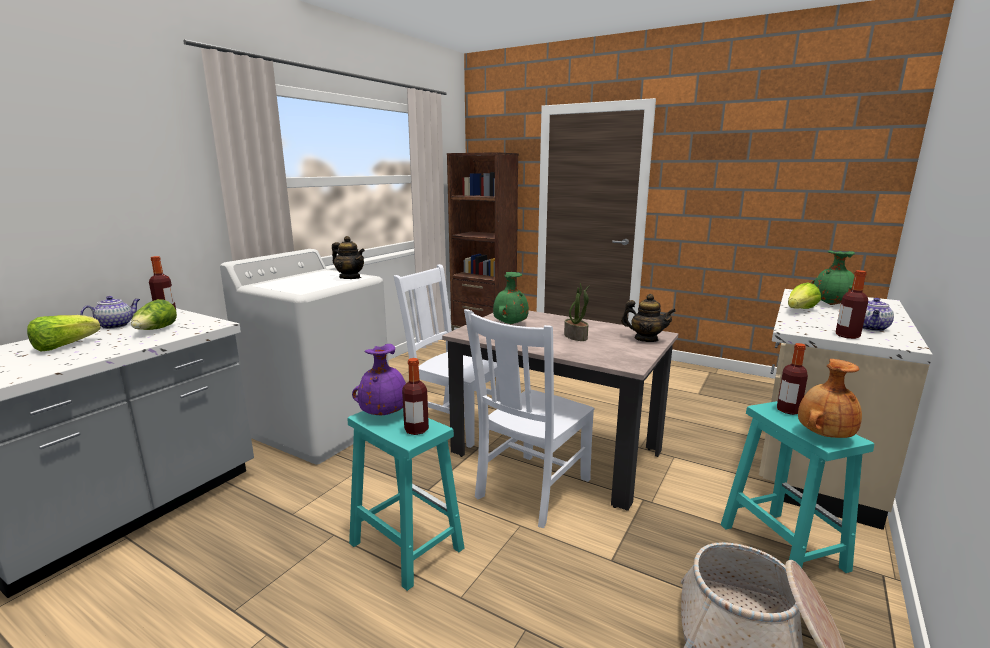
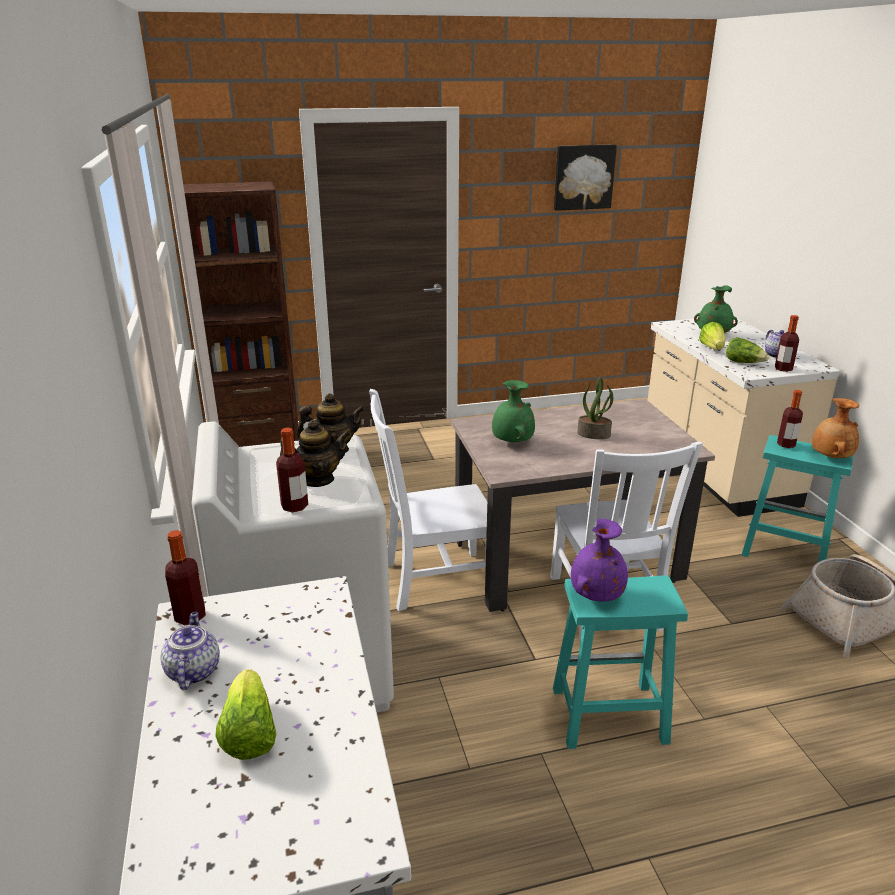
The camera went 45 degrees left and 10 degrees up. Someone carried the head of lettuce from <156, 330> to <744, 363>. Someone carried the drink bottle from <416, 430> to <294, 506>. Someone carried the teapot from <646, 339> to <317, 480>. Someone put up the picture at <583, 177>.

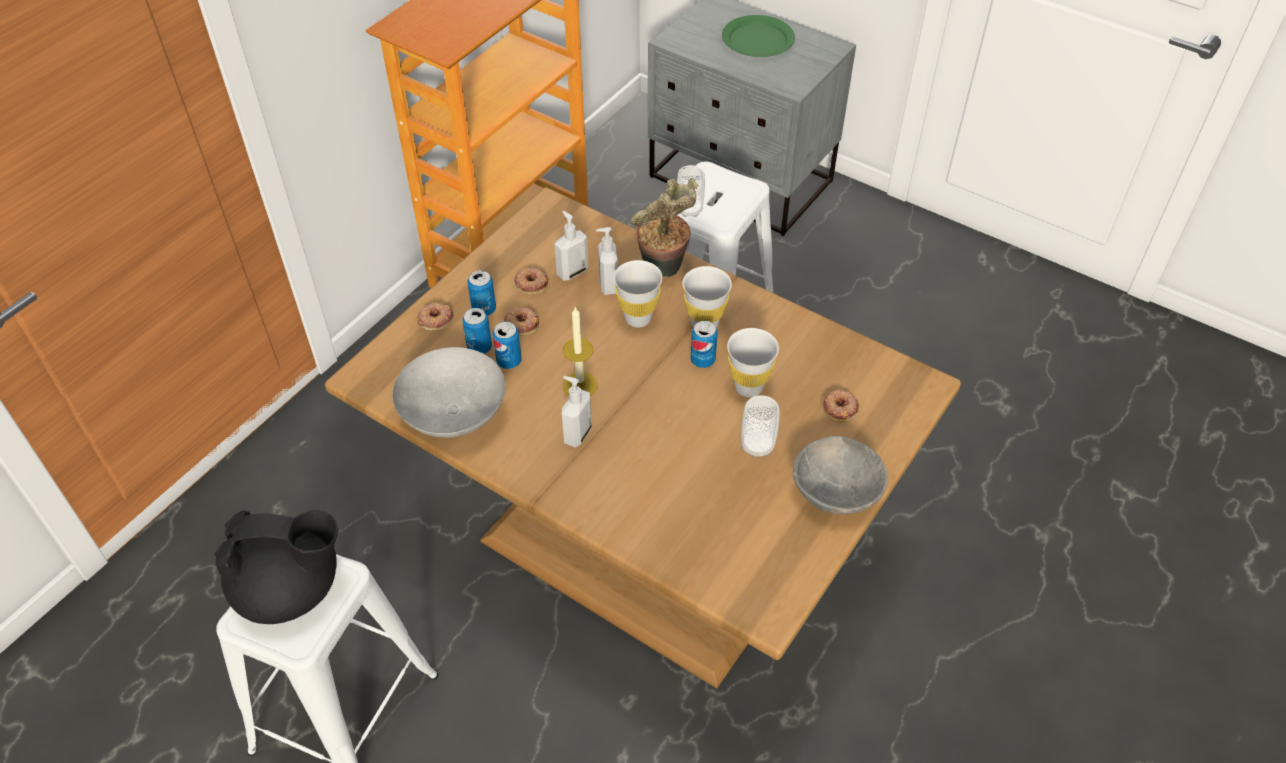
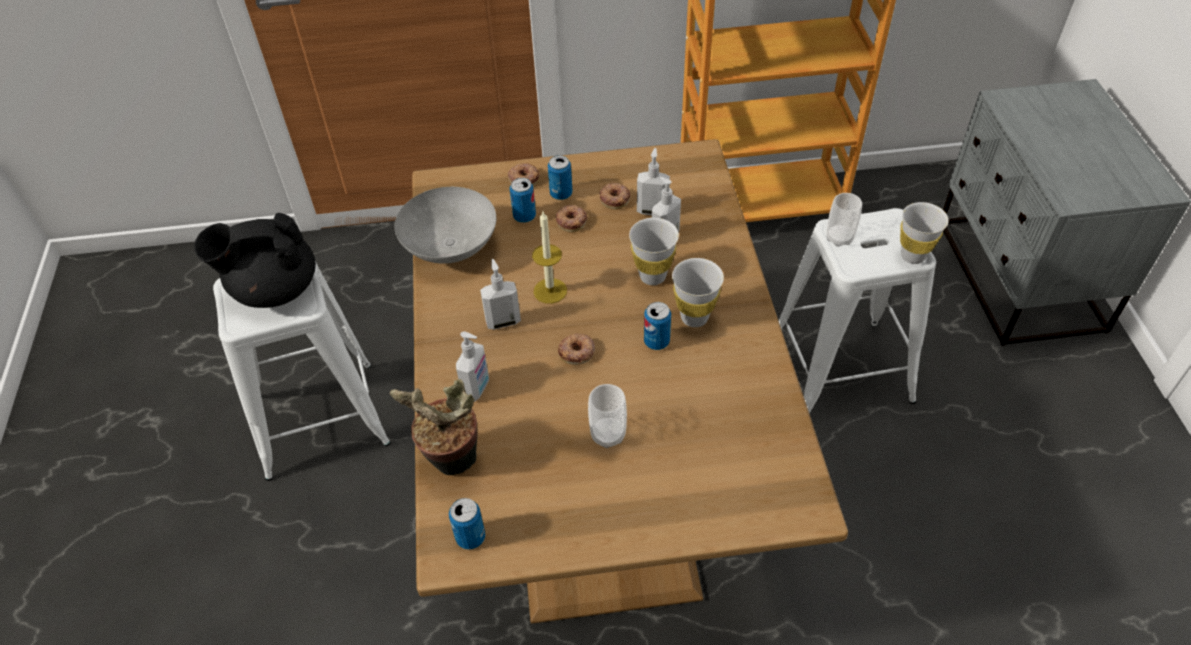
The camera went 50 degrees right and 0 degrees up. Someone rotated the teapot (black) at <291, 589> by 120 degrees clockwise. Someone carried the can from <509, 361> to <470, 537>. Someone carried the potted plant from <663, 270> to <451, 462>. Someone took away the dinner plate (green) at <757, 39>. Someone carried the drinking cup (whitish) from <748, 387> to <912, 256>. Someone took away the deep dish (grey) at <837, 492>. Someone carried the donut from <840, 408> to <577, 352>. Someone put down the soap bottle at <477, 388>.

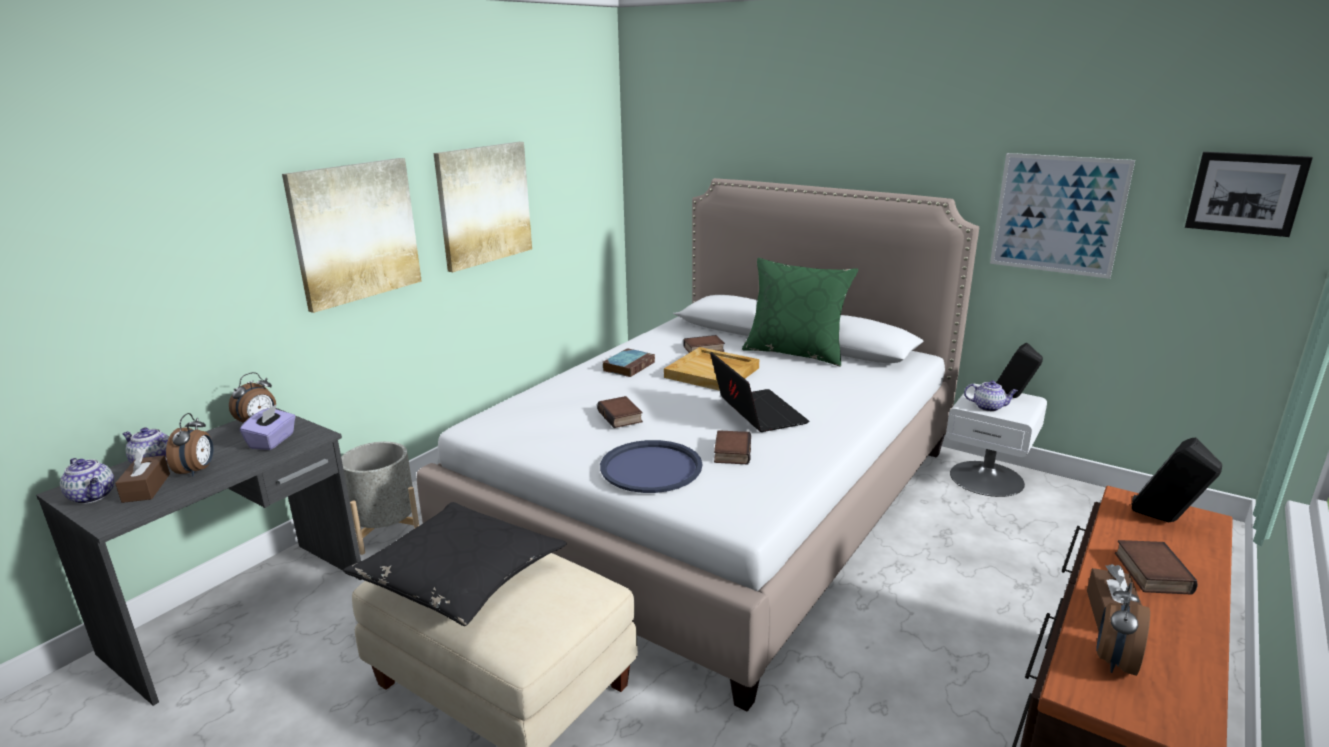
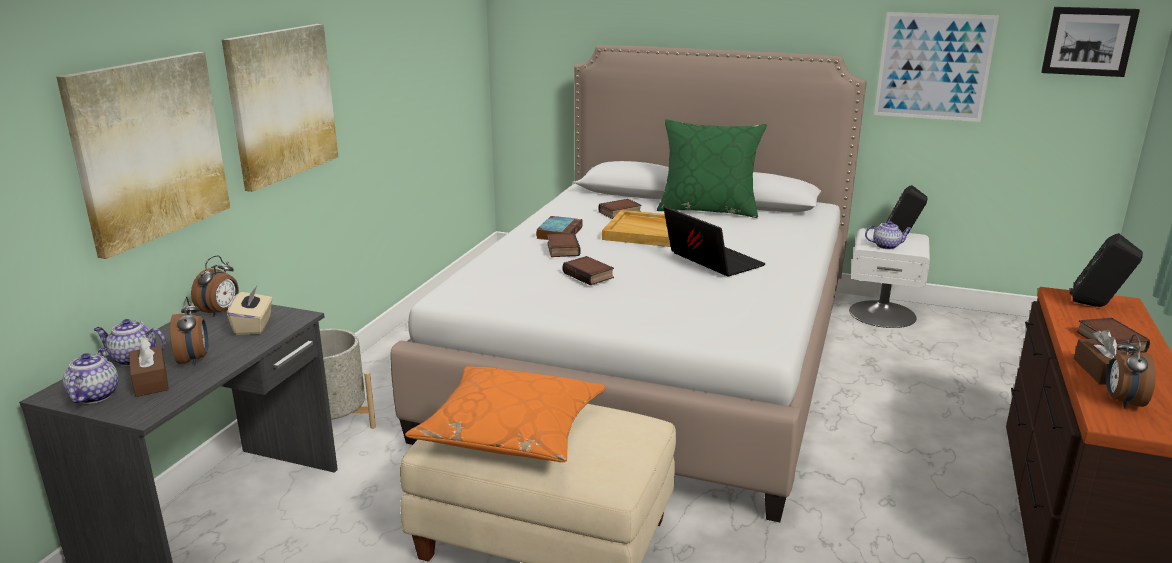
The camera went 15 degrees left and 0 degrees up. Someone rotated the teapot at <93, 496> by 120 degrees counterclockwise. Someone repainted the tissue box (purple-coloured) at <272, 441>, which became the tissue box (sand-coloured) at <254, 326>. Someone repainted the pillow (black) at <460, 576>, which became the pillow (orange) at <511, 430>. Someone carried the picture from <484, 204> to <149, 149>. Someone took away the tray (blue-coloured) at <651, 468>. Someone carried the bound book from <731, 452> to <562, 249>.

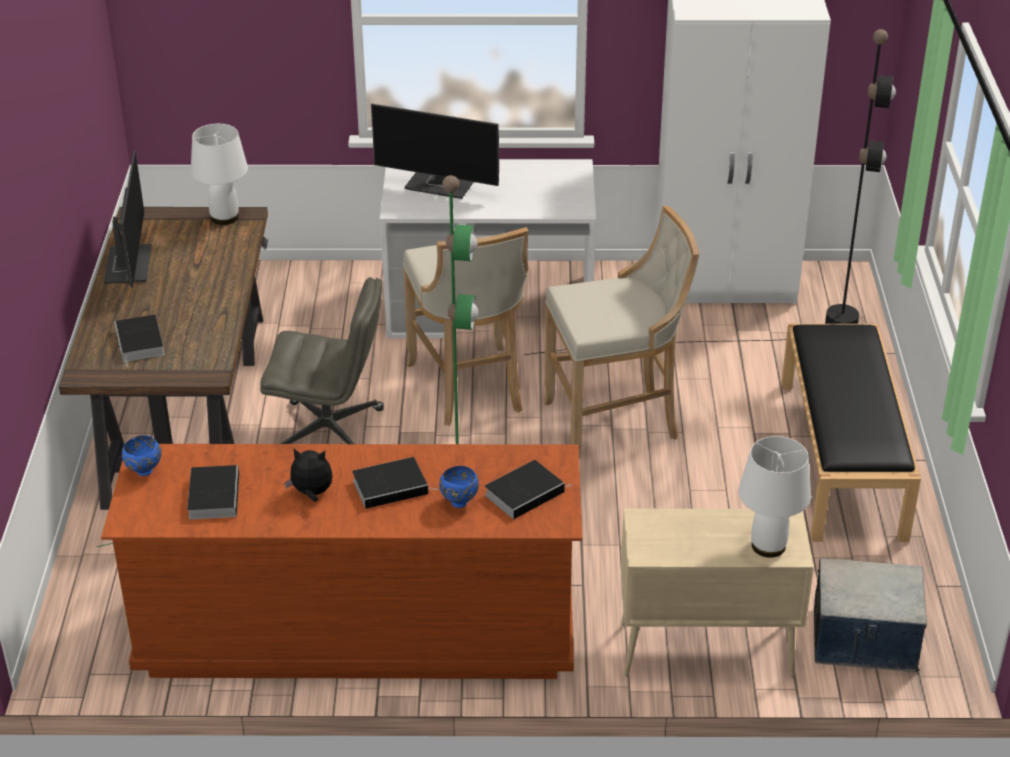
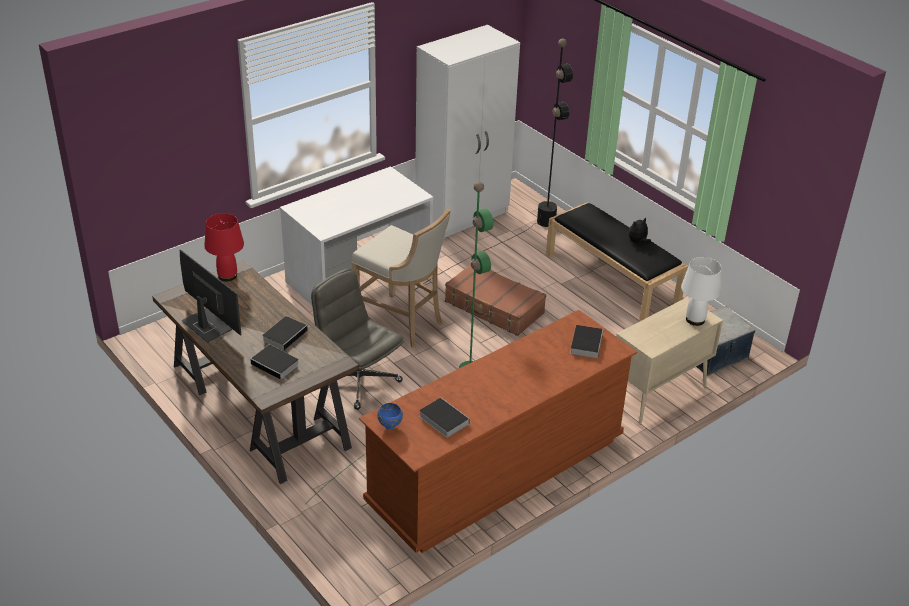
The camera went 40 degrees left and 0 degrees up. Someone repainted the table lamp (whitish) at <224, 217>, which became the table lamp (red-coloured) at <227, 275>. Someone rotated the desk chair (grey) at <330, 433> by 105 degrees counterclockwise. Someone carried the plush toy from <312, 493> to <637, 242>. Someone carried the bound book from <392, 486> to <285, 335>. Someone took away the monitor at <441, 185>. Someone took away the deep dish (blue-coloured) at <459, 502>. Someone swapped the stool (sand-coloured) at <616, 423> for the travel case (brownish) at <494, 308>.

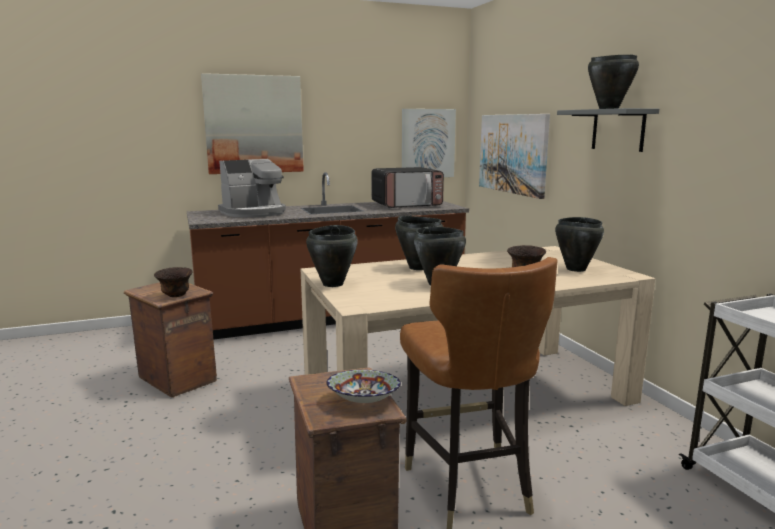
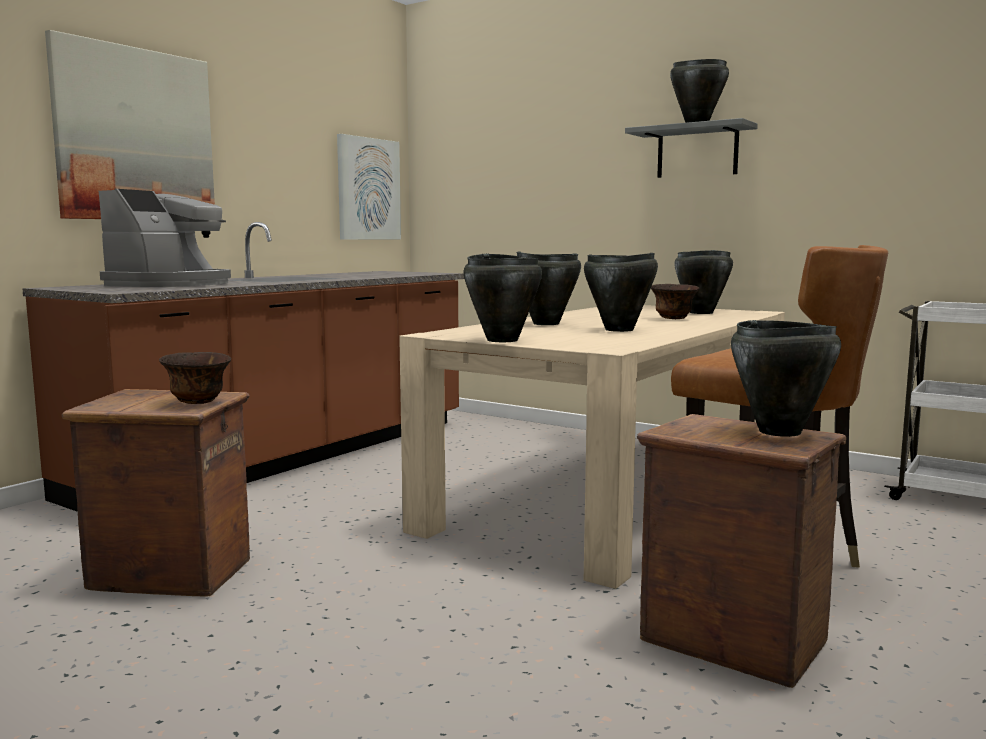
The camera went 35 degrees left and 5 degrees down. Someone swapped the deep dish at <363, 401> for the stockpot (black) at <779, 432>. Someone took away the microwave at <407, 205>. Someone took away the picture at <512, 153>.

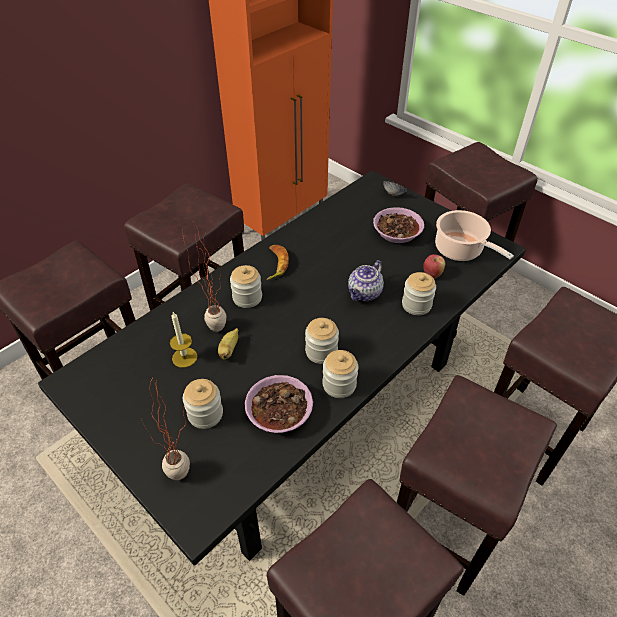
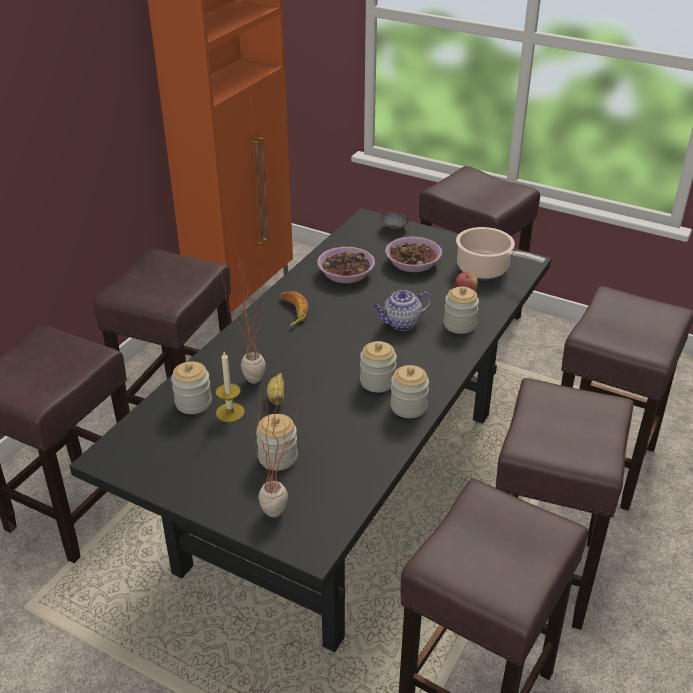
The camera went 15 degrees left and 10 degrees down. Someone carried the jar from <247, 298> to <193, 403>. Someone carried the deep dish from <279, 411> to <345, 273>. Someone rotated the teapot at <364, 294> by 45 degrees clockwise.

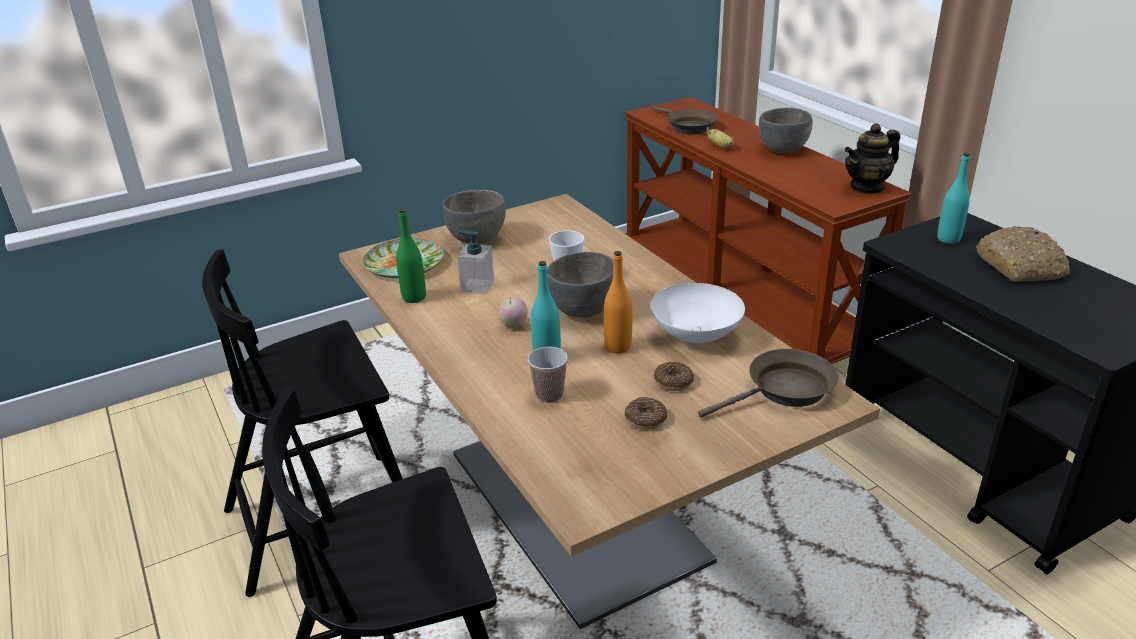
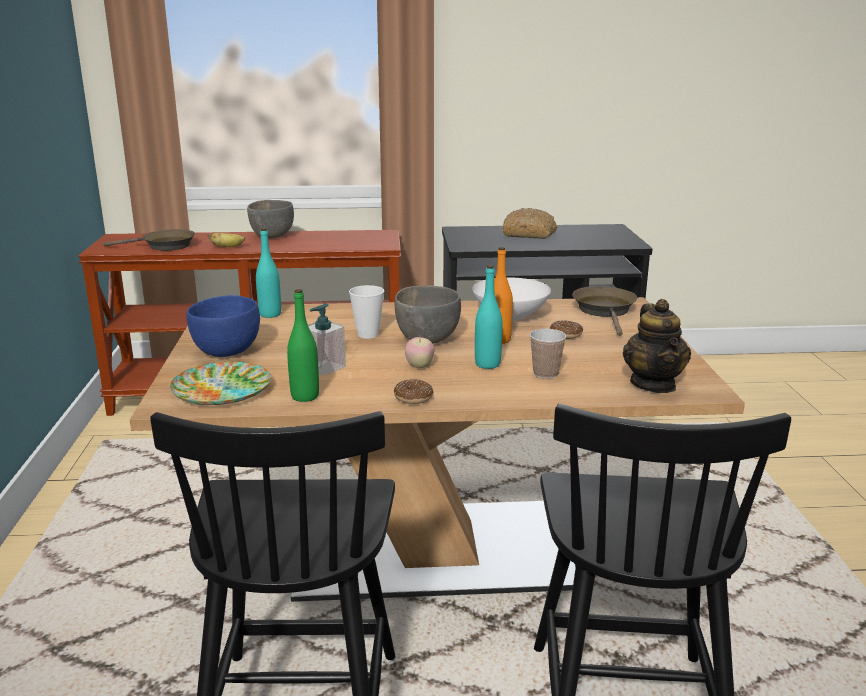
The camera went 65 degrees left and 10 degrees down. Someone repainted the deep dish (grey) at <477, 239>, which became the deep dish (blue-coloured) at <227, 352>. Someone carried the donut from <645, 419> to <413, 398>. Someone carried the teapot from <867, 187> to <653, 384>. Someone carried the drink bottle (blue-green) from <948, 239> to <270, 314>.

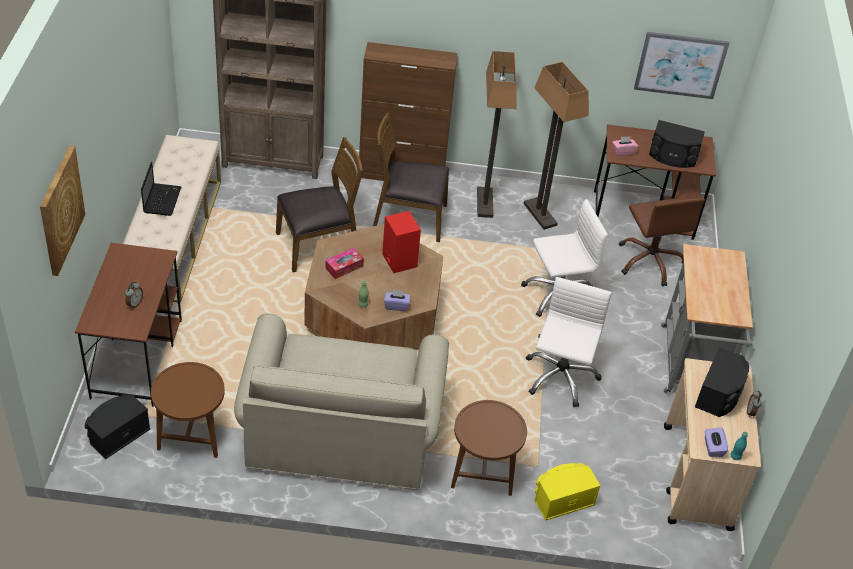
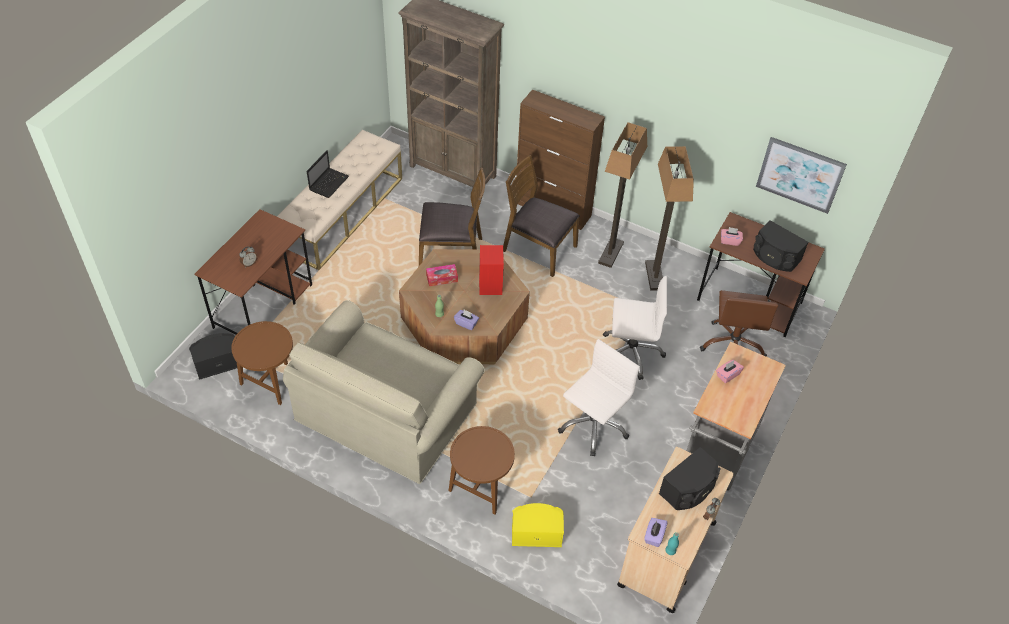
The camera went 25 degrees right and 5 degrees up. Someone took away the picture at <60, 210>. Someone put down the tissue box (pink-coloured) at <727, 375>.

